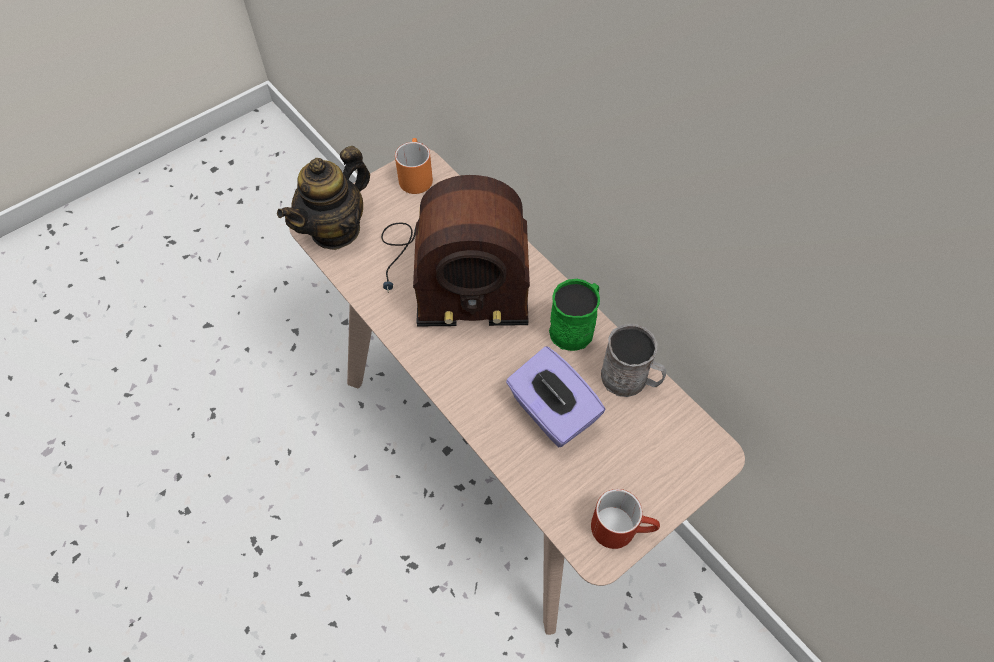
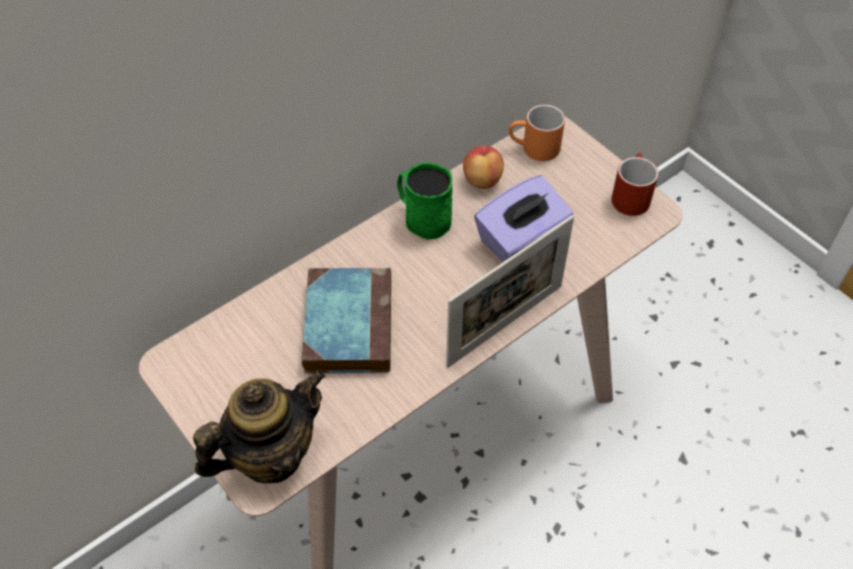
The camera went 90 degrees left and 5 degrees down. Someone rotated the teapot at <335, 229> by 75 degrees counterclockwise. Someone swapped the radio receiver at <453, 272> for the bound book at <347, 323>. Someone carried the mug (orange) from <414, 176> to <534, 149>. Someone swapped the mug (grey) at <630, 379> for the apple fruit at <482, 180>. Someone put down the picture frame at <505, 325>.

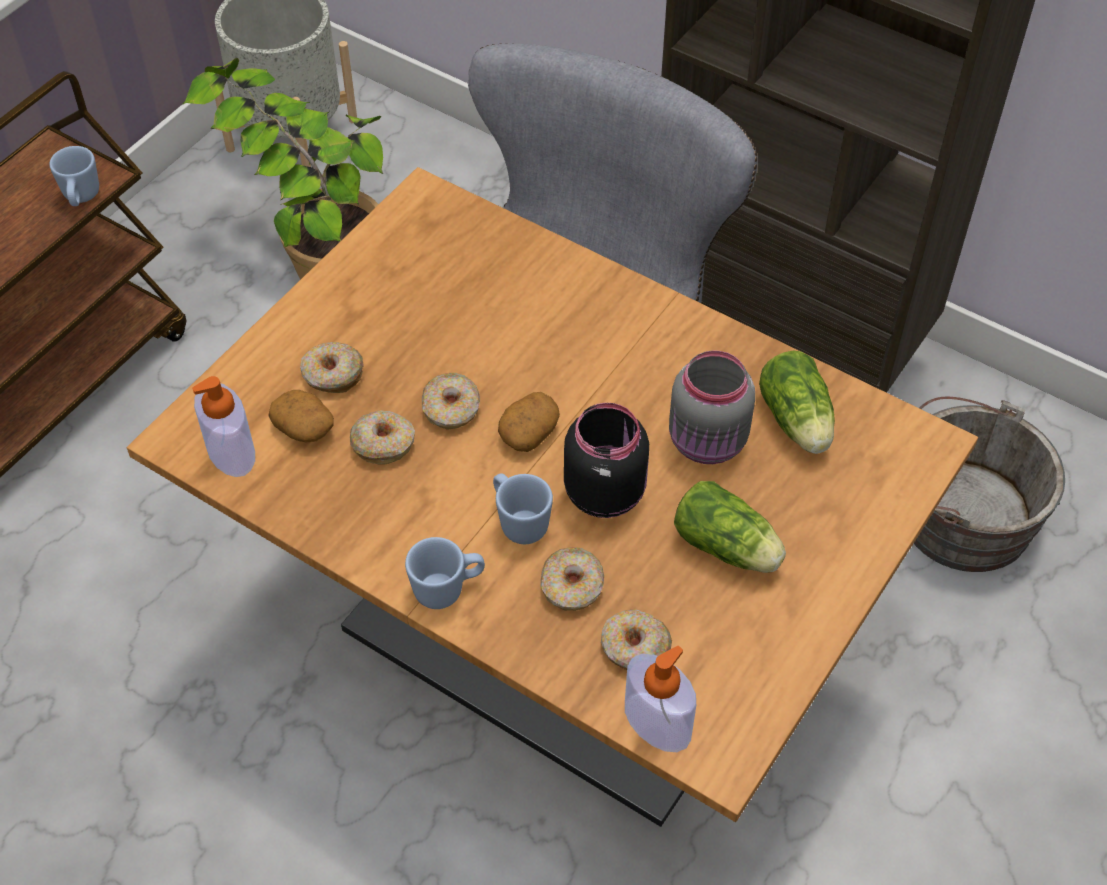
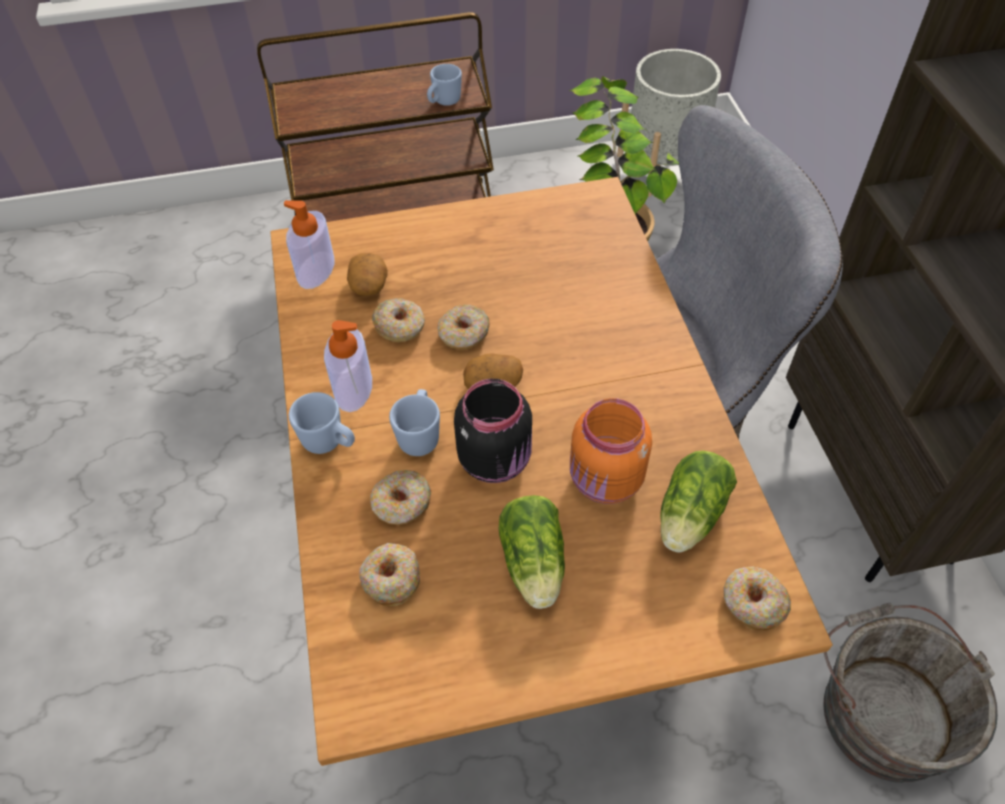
The camera went 45 degrees right and 0 degrees up. Someone carried the donut from <332, 375> to <752, 603>. Someone carried the soap bottle from <657, 722> to <353, 388>. Someone repainted the jar (grey) at <708, 443>, which became the jar (orange) at <605, 481>.

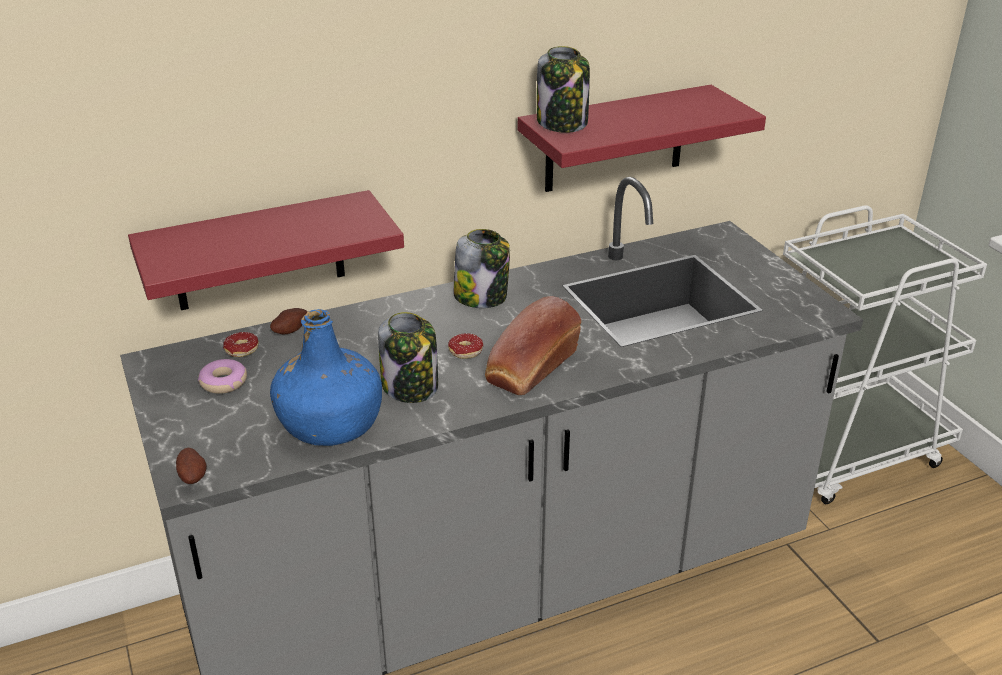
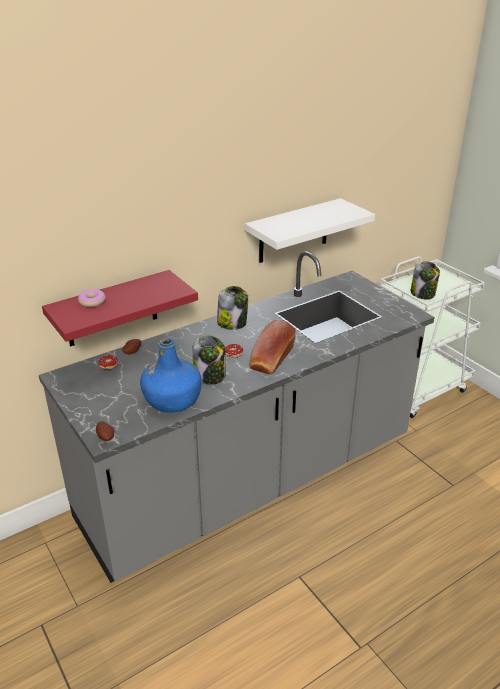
The camera went 10 degrees left and 0 degrees up. Someone carried the donut from <224, 382> to <92, 302>. Someone repainted the shelf (red-coloured) at <615, 139>, which became the shelf (whitish) at <293, 231>. Someone carried the jar from <562, 123> to <423, 294>.

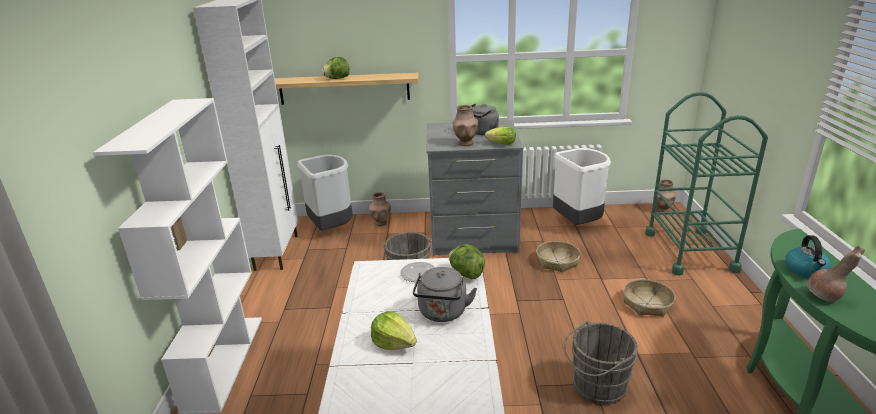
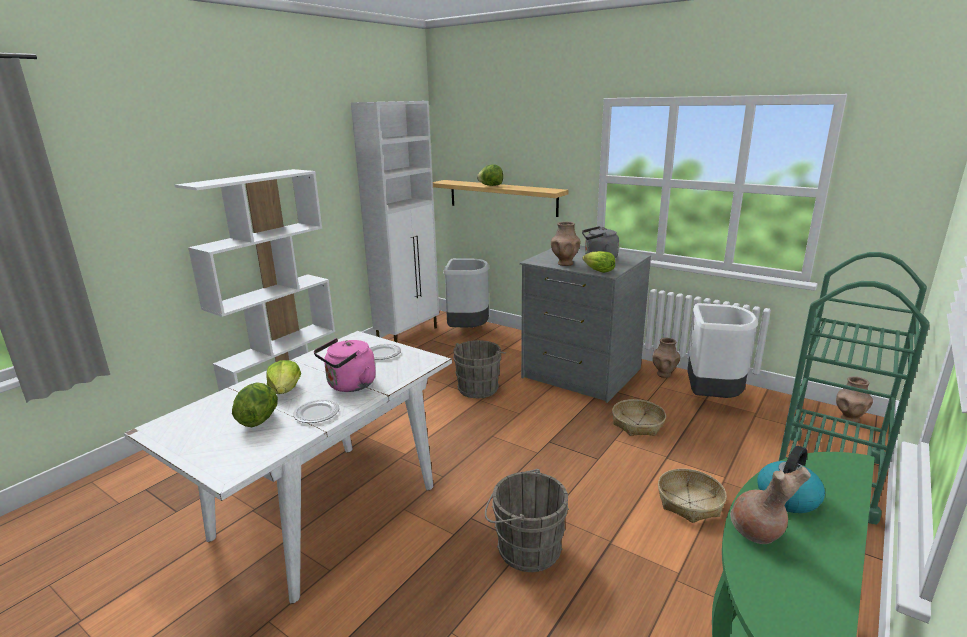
The camera went 35 degrees right and 5 degrees down. Someone carried the vase (brownish) from <381, 223> to <664, 374>. Someone repainted the tea kettle (grey) at <442, 313>, which became the tea kettle (pink-coloured) at <349, 385>. Someone carried the head of lettuce from <466, 274> to <259, 420>. Someone put down the dinner plate at <317, 413>.

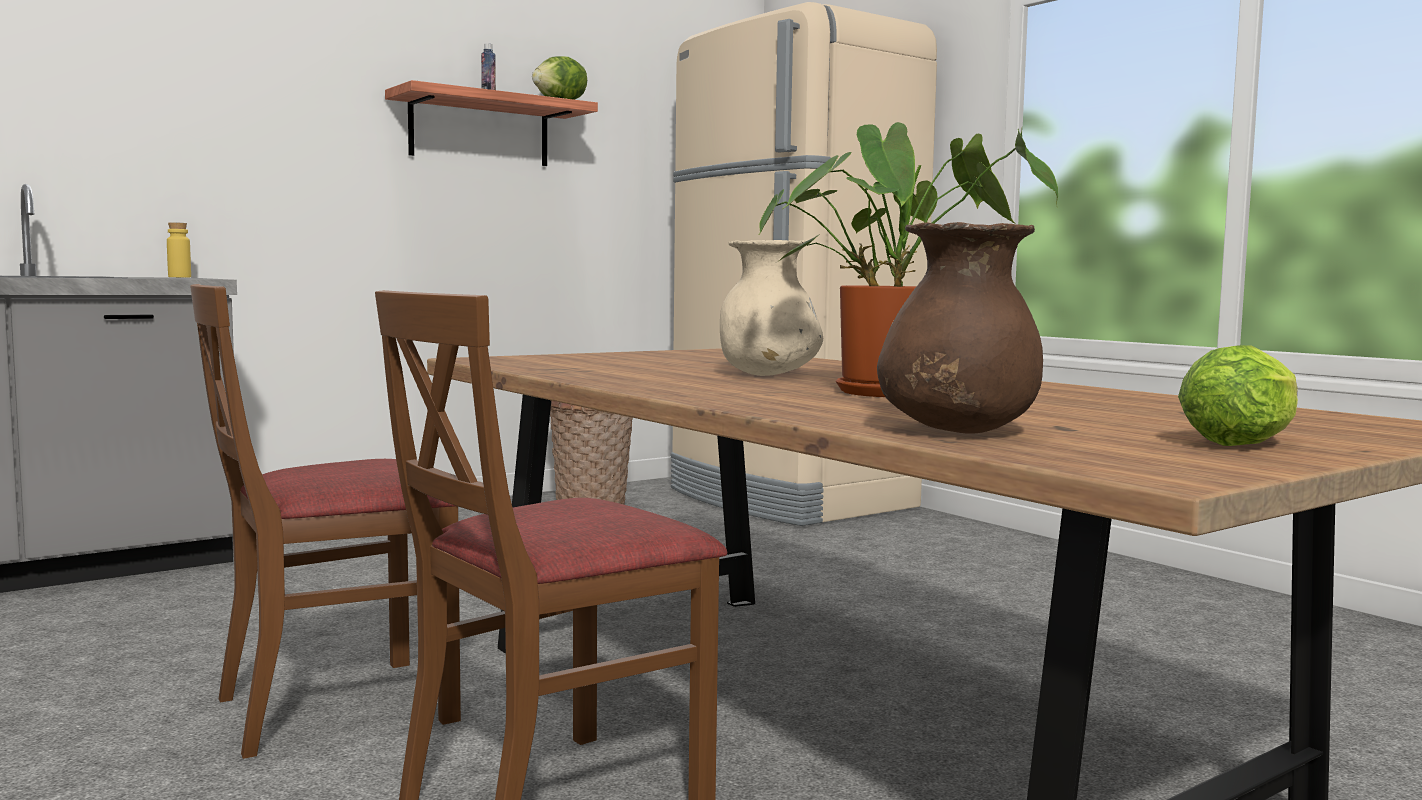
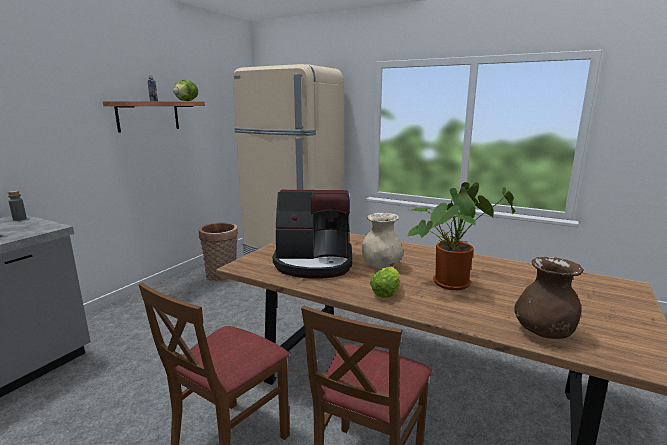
The camera went 25 degrees left and 10 degrees up. Someone repainted the drink bottle (yellowish) at <179, 277>, which became the drink bottle (grey) at <19, 219>. Someone carried the head of lettuce from <1244, 443> to <387, 292>. Someone put down the coffee brewer at <314, 263>.

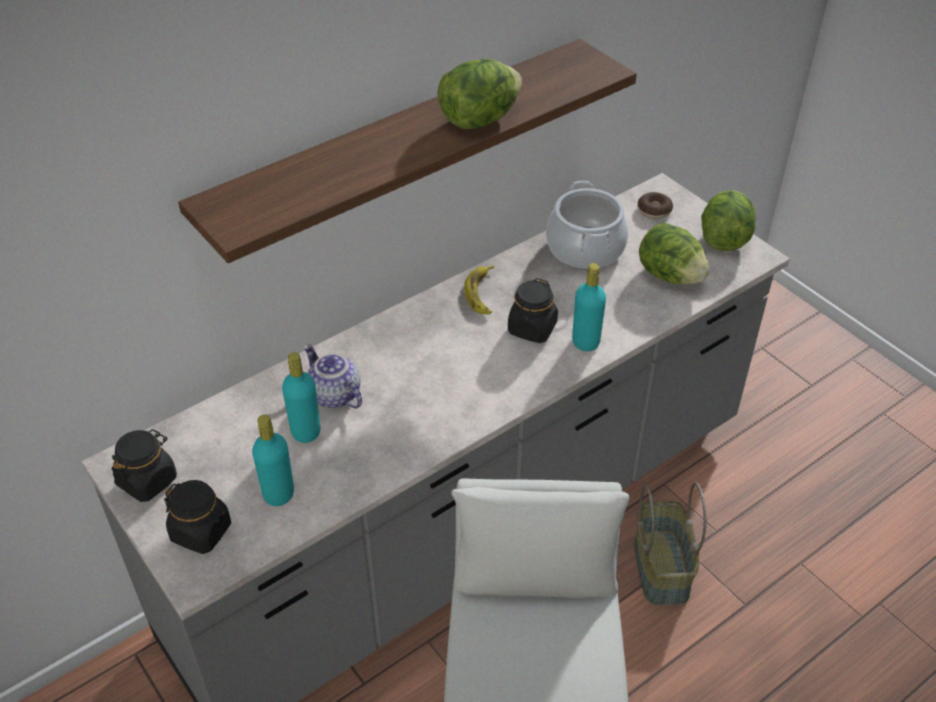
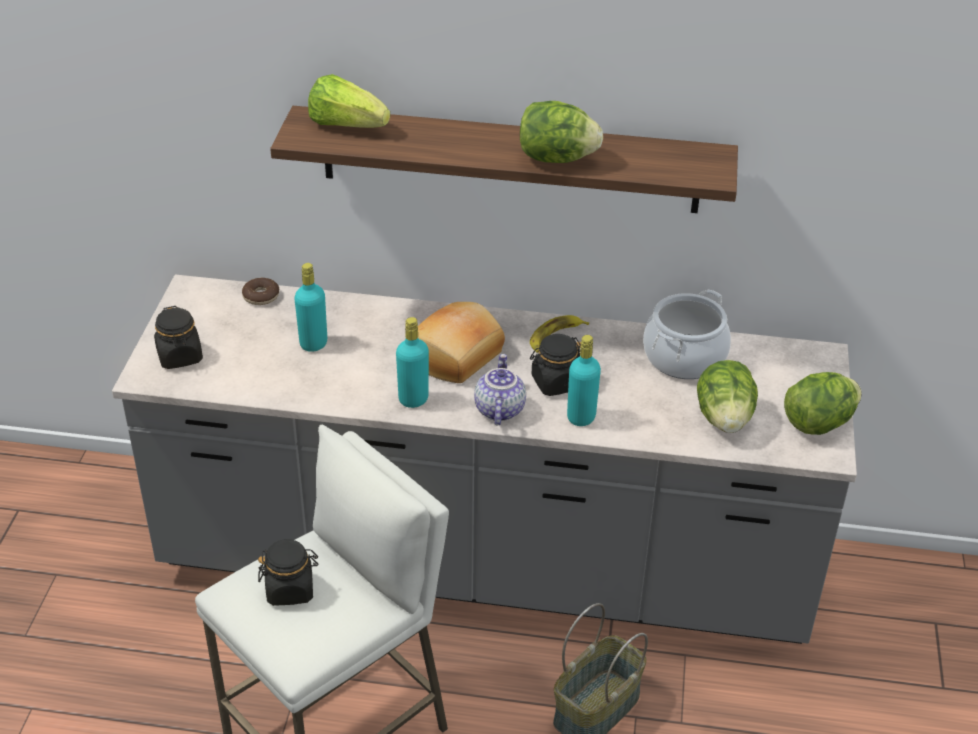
The camera went 45 degrees right and 5 degrees down. Someone carried the jar (black) from <148, 480> to <290, 589>. Someone carried the drink bottle (blue-green) from <278, 494> to <413, 399>. Someone carried the teapot from <333, 395> to <498, 409>. Someone carried the donut from <654, 210> to <261, 296>. Someone put down the head of lettuce at <346, 125>. Someone put down the bakery bread at <457, 357>.

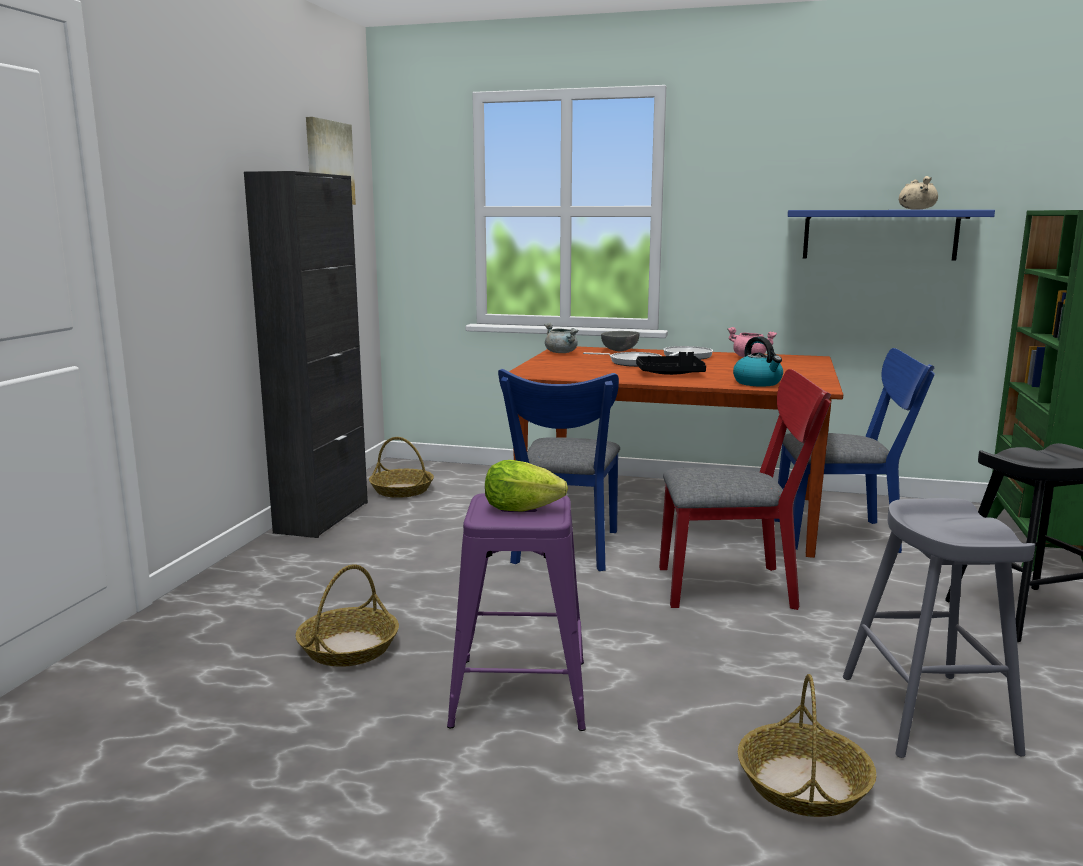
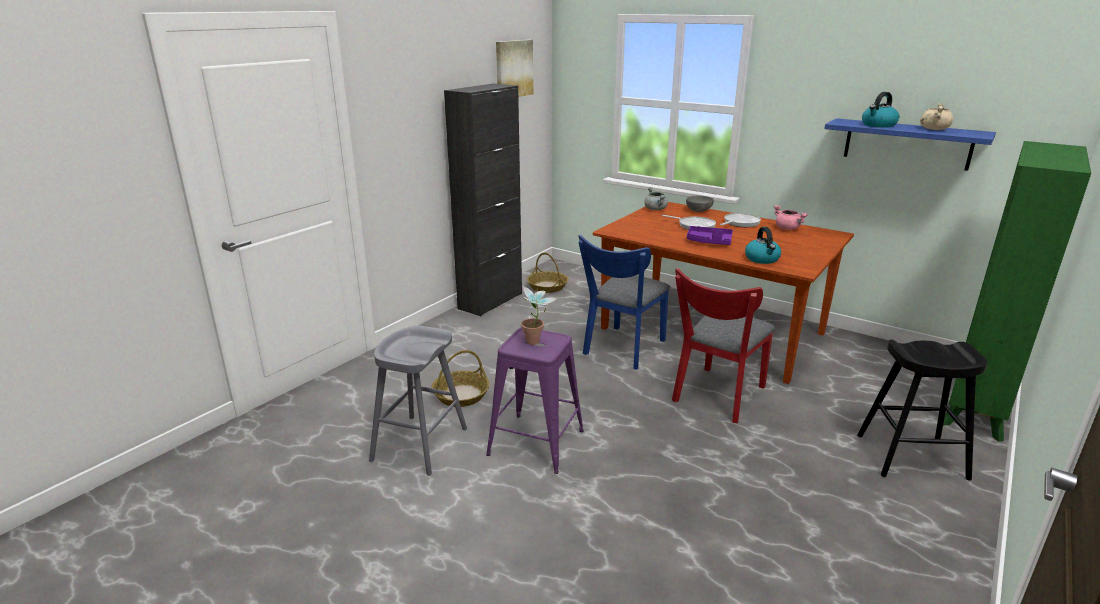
The camera went 20 degrees right and 10 degrees up. Someone swapped the head of lettuce at <521, 509> for the potted plant at <536, 343>. Someone repainted the tray (black) at <670, 374>, which became the tray (purple-coloured) at <709, 242>. Someone rotated the upright chair (red-coloured) at <737, 587> by 105 degrees clockwise. Someone took away the basket at <804, 785>. Someone took away the upright chair (blue-coloured) at <845, 535>. Someone carried the stool (grey) from <927, 714> to <419, 444>. Someone put down the tea kettle at <878, 125>.

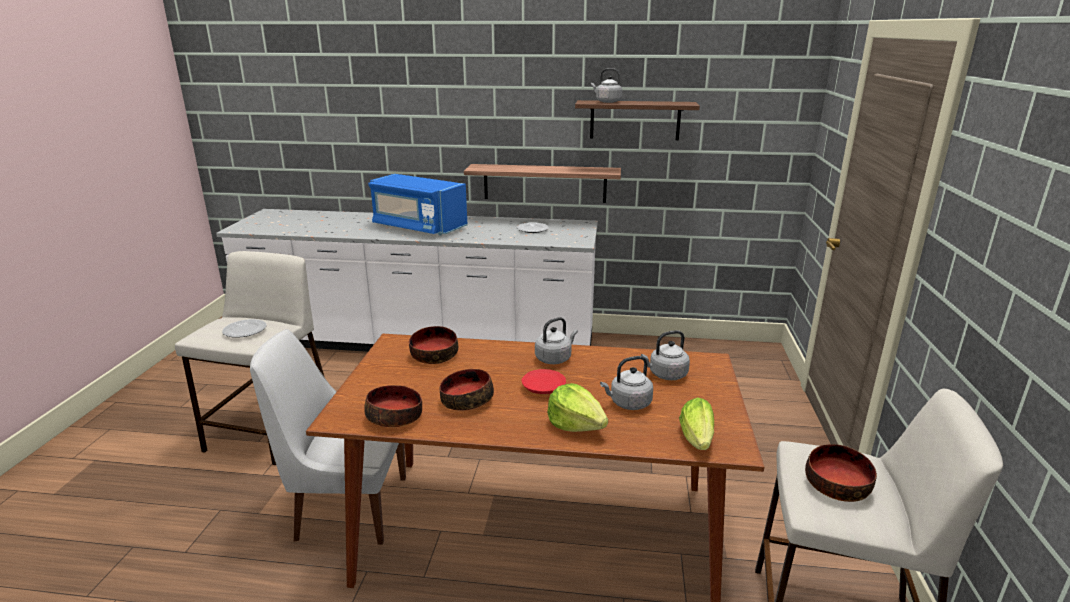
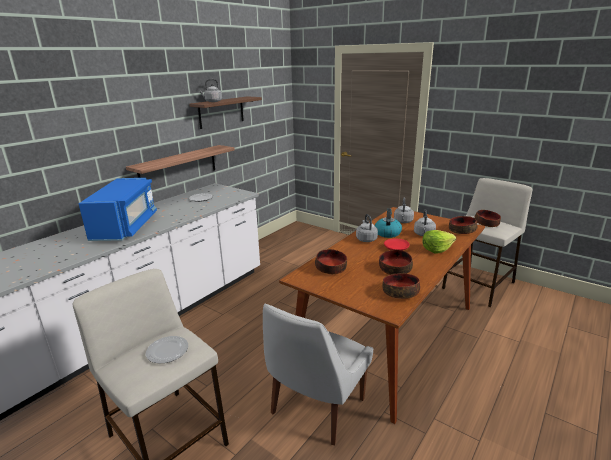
The camera went 60 degrees left and 0 degrees up. Someone rotated the microwave (blue-coloured) at <418, 227> by 60 degrees counterclockwise. Someone swapped the head of lettuce at <697, 440> for the deep dish at <461, 230>. Someone put down the tea kettle at <387, 233>.

